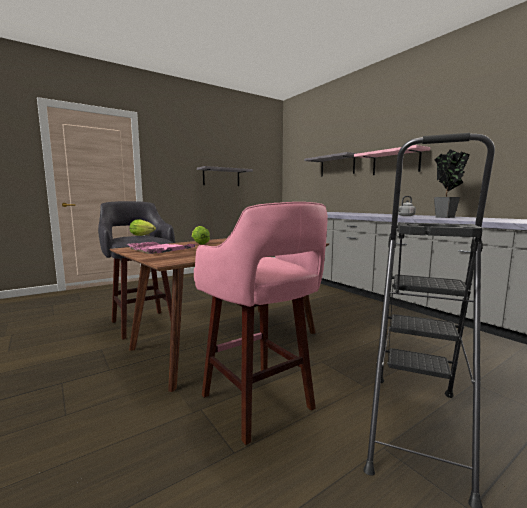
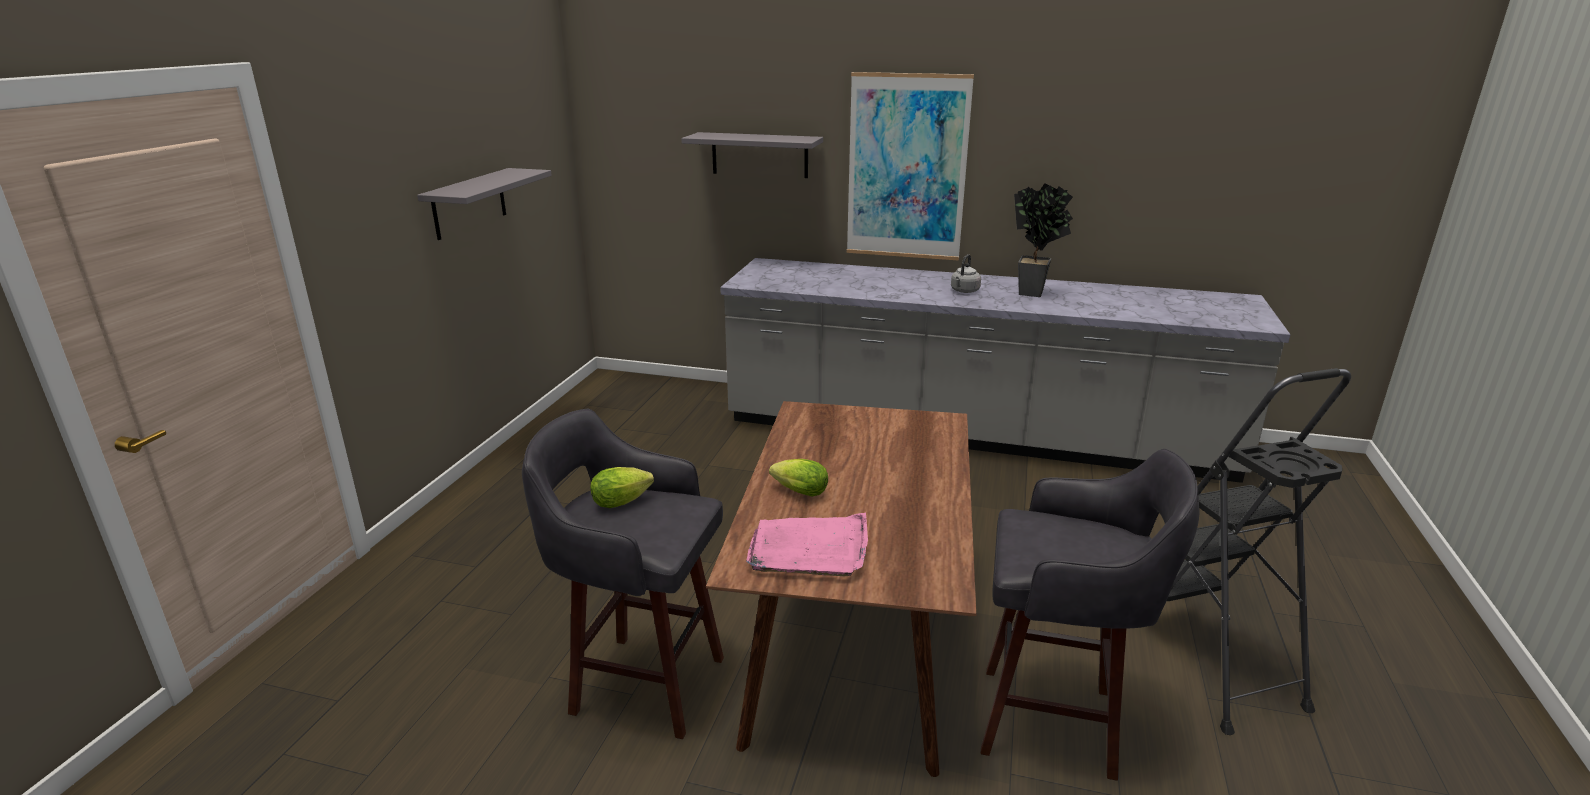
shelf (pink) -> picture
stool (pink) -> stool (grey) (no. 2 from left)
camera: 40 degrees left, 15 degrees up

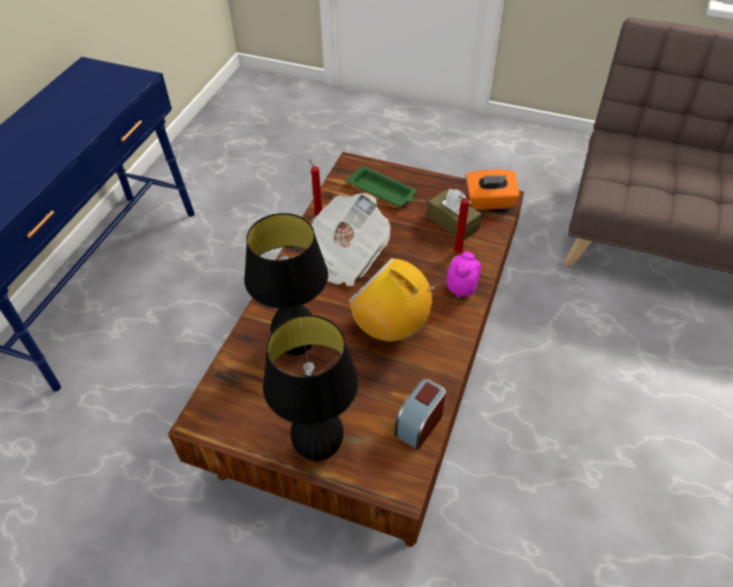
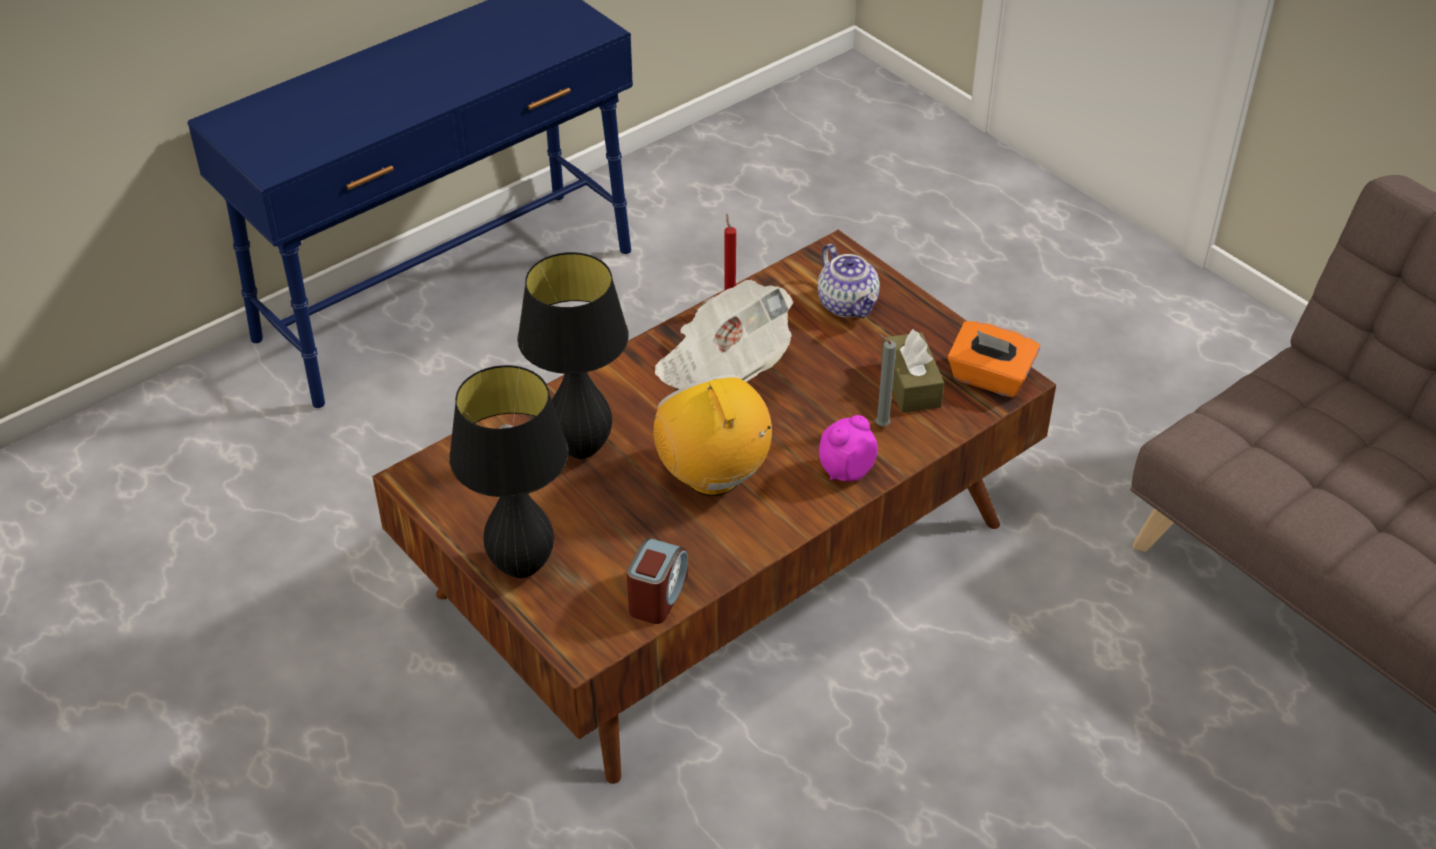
alarm clock (no. 1 from left), 135 degrees clockwise
tray (green) -> teapot
candle (red) (no. 2 from left) -> candle (grey)
camera: 30 degrees right, 5 degrees down

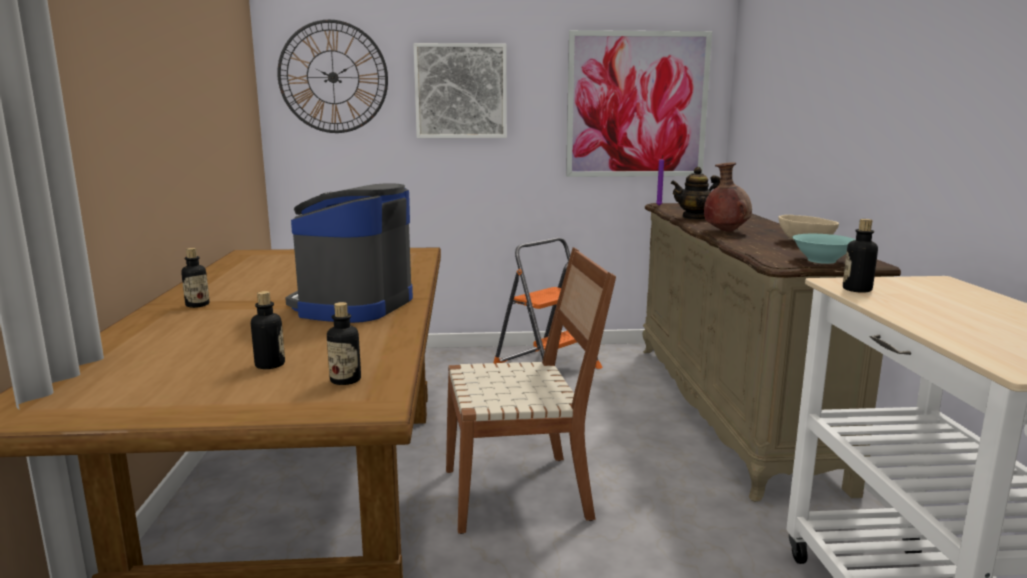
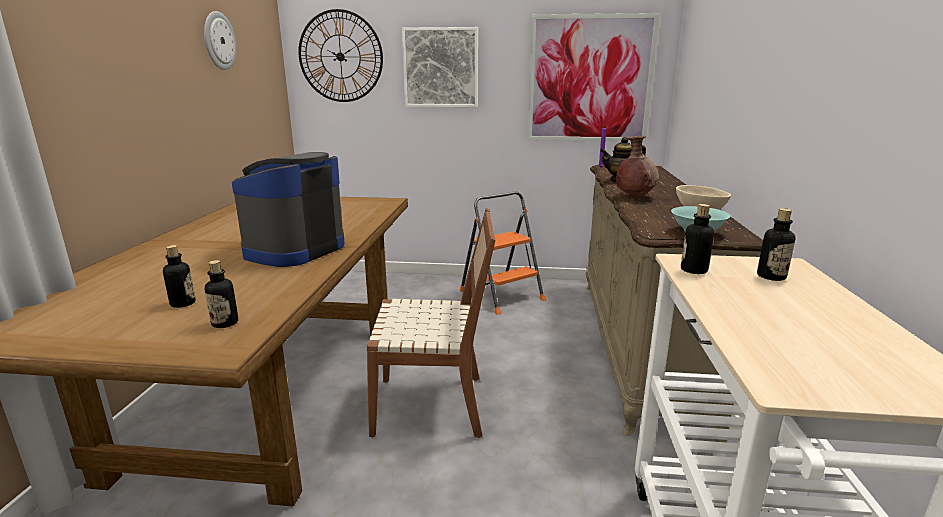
none -> wall clock (no. 1 from left)
bottle (no. 1 from left in the first image) -> bottle (no. 4 from left), shifted
camera: 10 degrees right, 5 degrees up

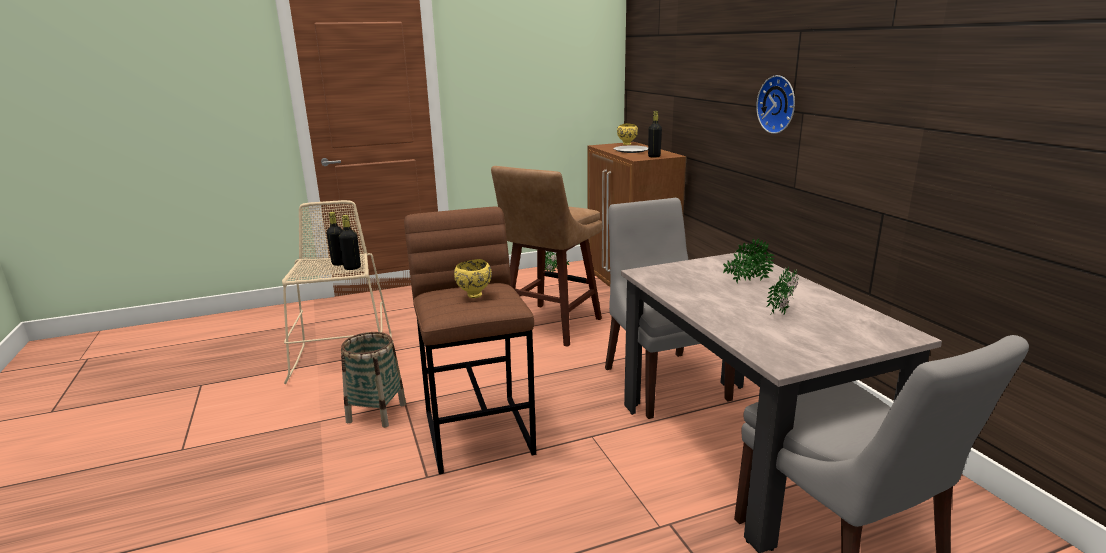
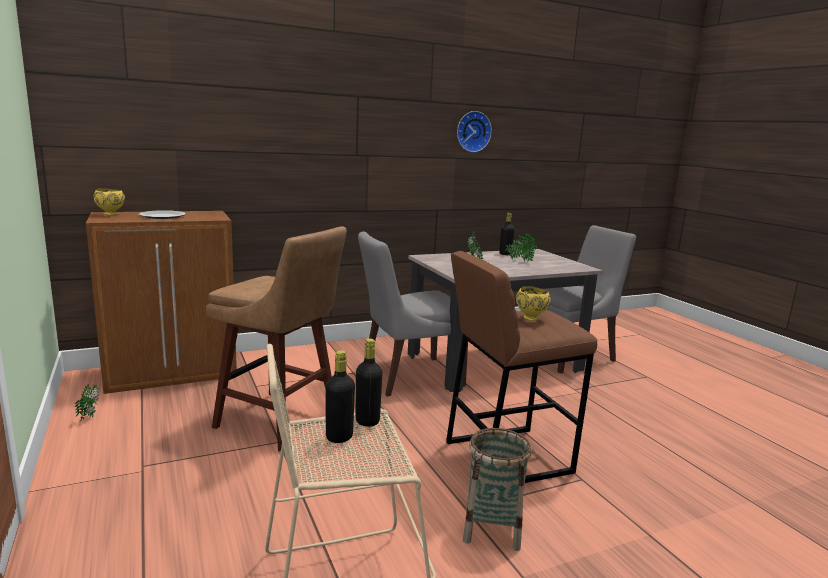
wall clock, shifted
bottle (black) (no. 3 from left), shifted
camera: 95 degrees left, 5 degrees down

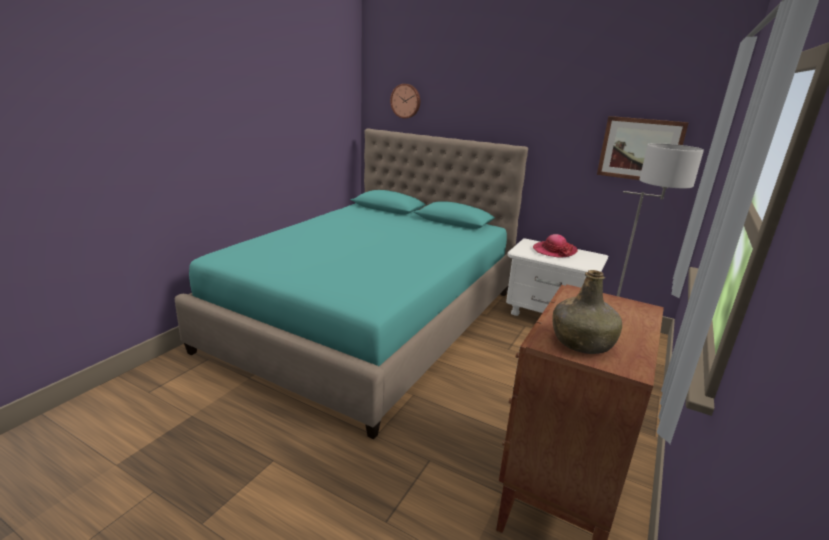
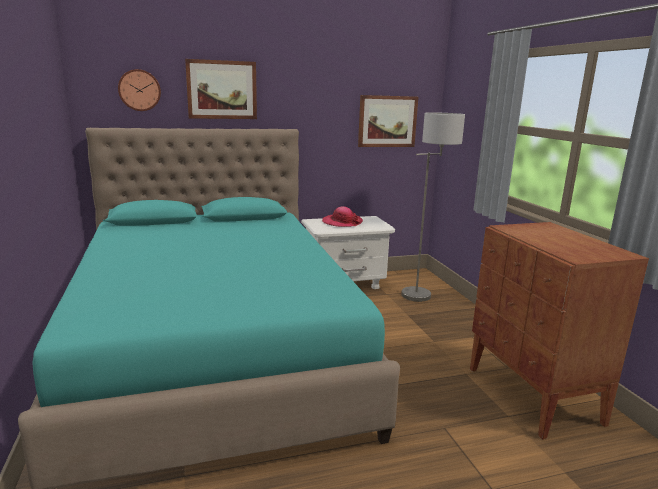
none -> picture (no. 1 from left)
bottle (green) -> none
camera: 45 degrees left, 5 degrees down

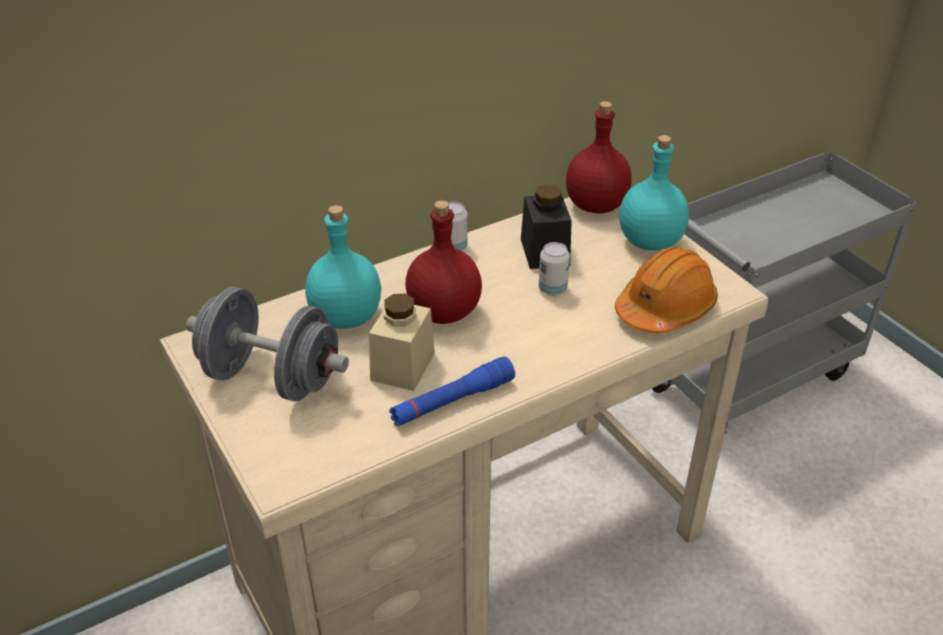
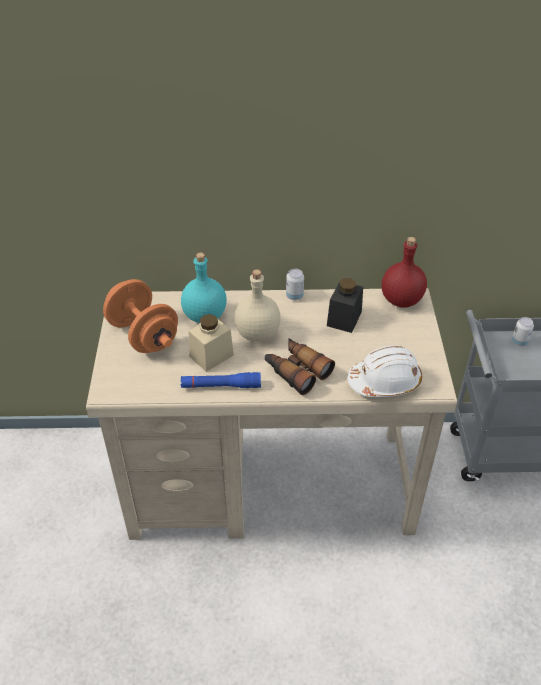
dumbbell (grey) -> dumbbell (orange)
bottle (red) (no. 1 from left) -> bottle (beige)
none -> binoculars
hard hat (orange) -> hard hat (white)
can (no. 2 from left), shifted
bottle (turquoise) (no. 2 from left) -> none
camera: 30 degrees right, 5 degrees up

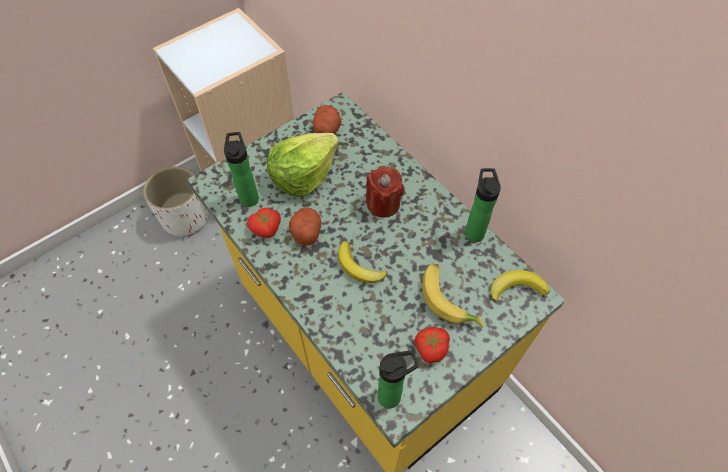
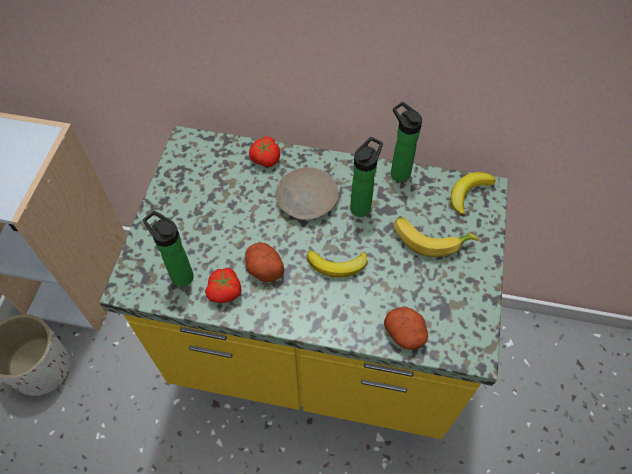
tomato (no. 2 from left), shifted
candle (red) -> plate (beige)
bottle (no. 2 from left), shifted
potato (no. 2 from left), shifted
lettuce -> none
camera: 40 degrees left, 0 degrees up

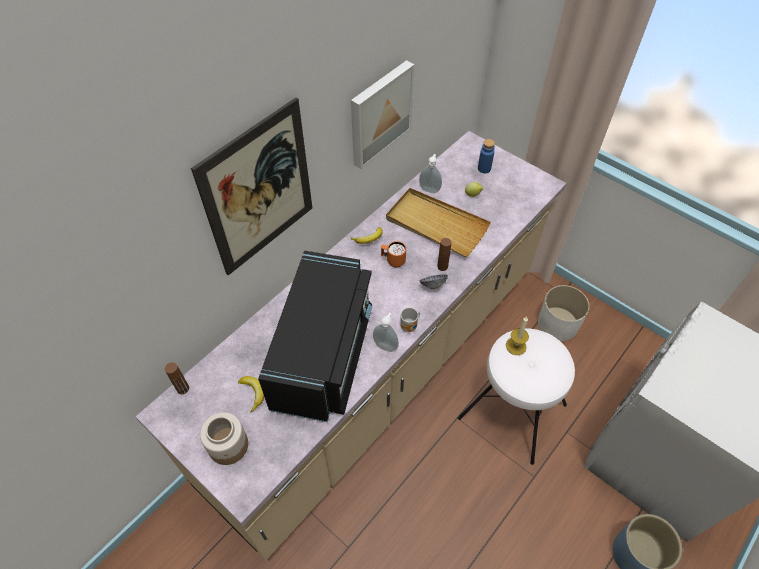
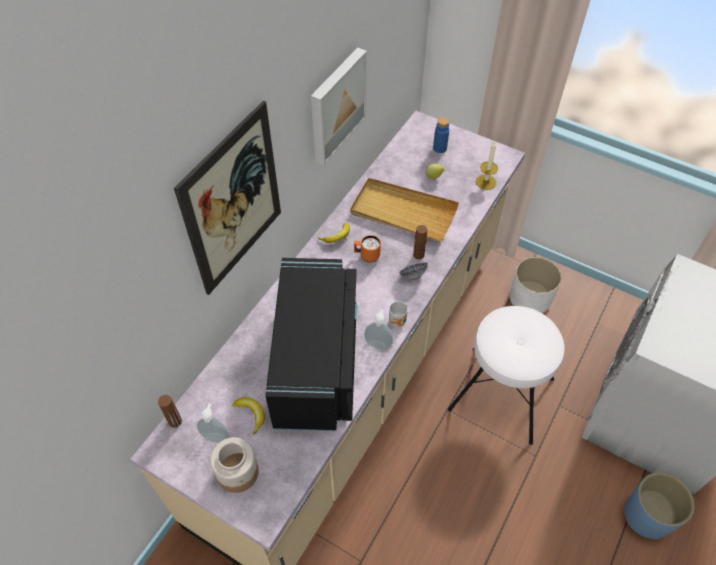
soap dispenser (no. 2 from left in the first image) -> soap dispenser (no. 1 from left), shifted
candle, shifted
camera: 10 degrees left, 0 degrees up

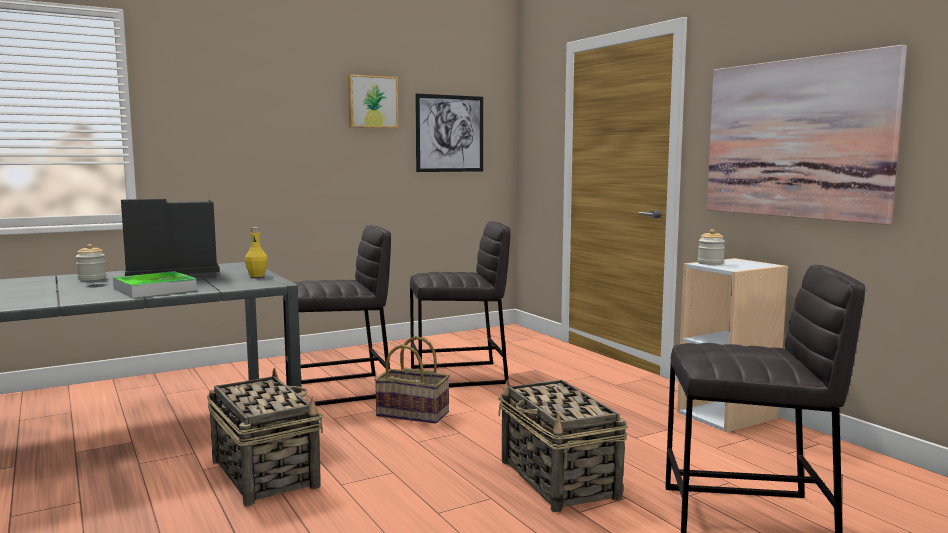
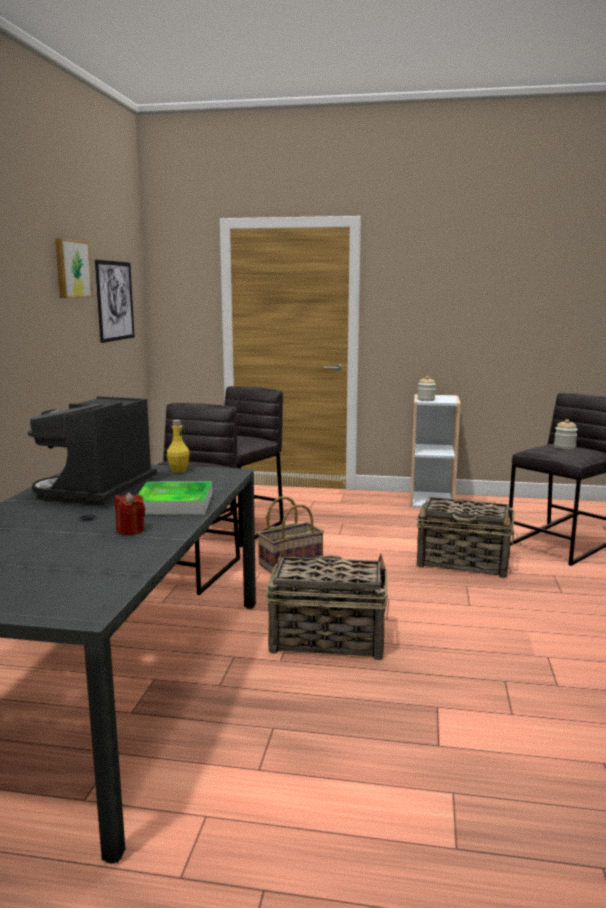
none -> candle (red)
jar (no. 1 from left in the first image) -> jar (no. 2 from left), shifted
picture (no. 3 from left) -> none
camera: 50 degrees left, 5 degrees up

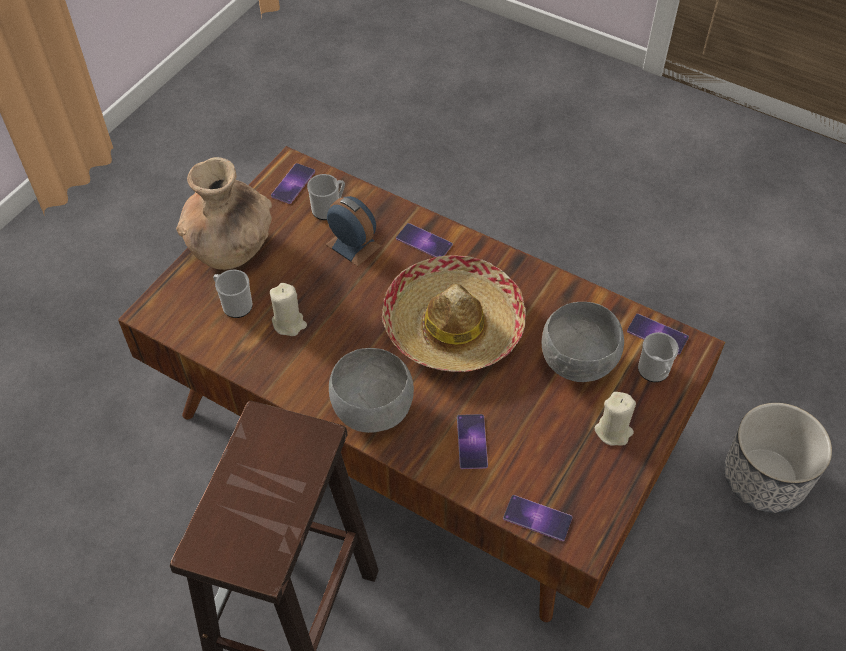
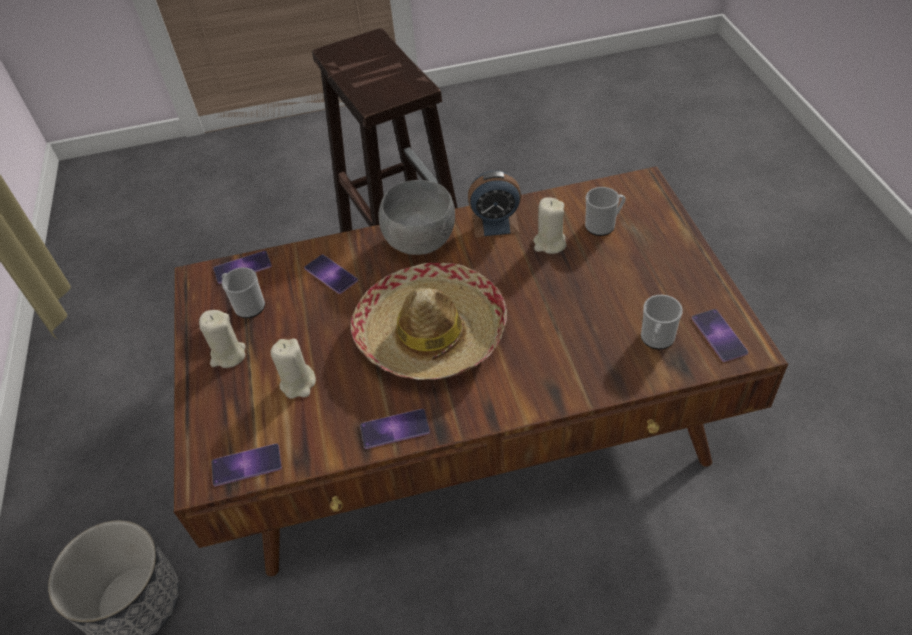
mug (no. 3 from left in the first image) -> mug (no. 1 from left), shifted
bowl (grey) (no. 2 from left) -> candle (beige) (no. 2 from left)
phone (no. 2 from left in the first image) -> phone (no. 4 from left), shifted
alarm clock, shifted
vase (brown) -> none
camera: 140 degrees right, 5 degrees down

